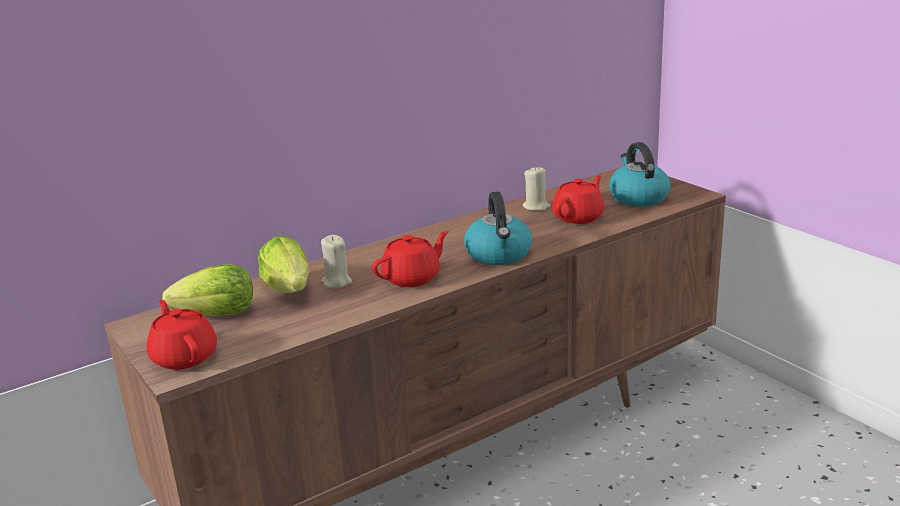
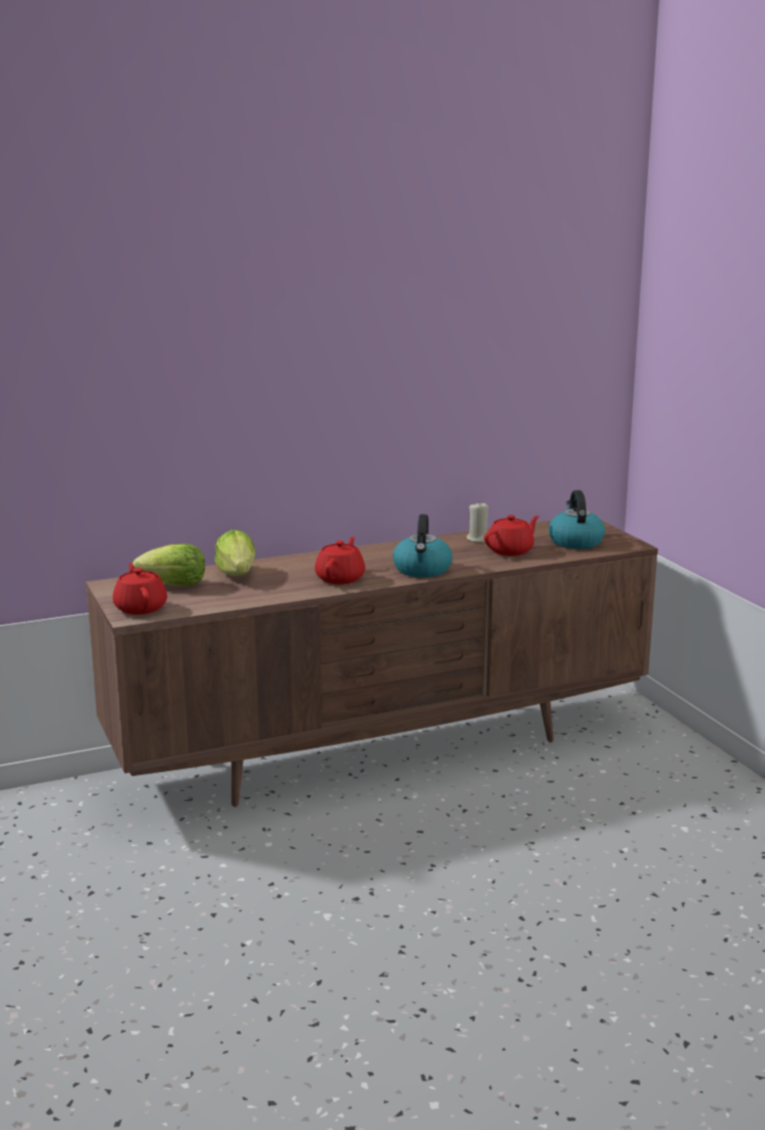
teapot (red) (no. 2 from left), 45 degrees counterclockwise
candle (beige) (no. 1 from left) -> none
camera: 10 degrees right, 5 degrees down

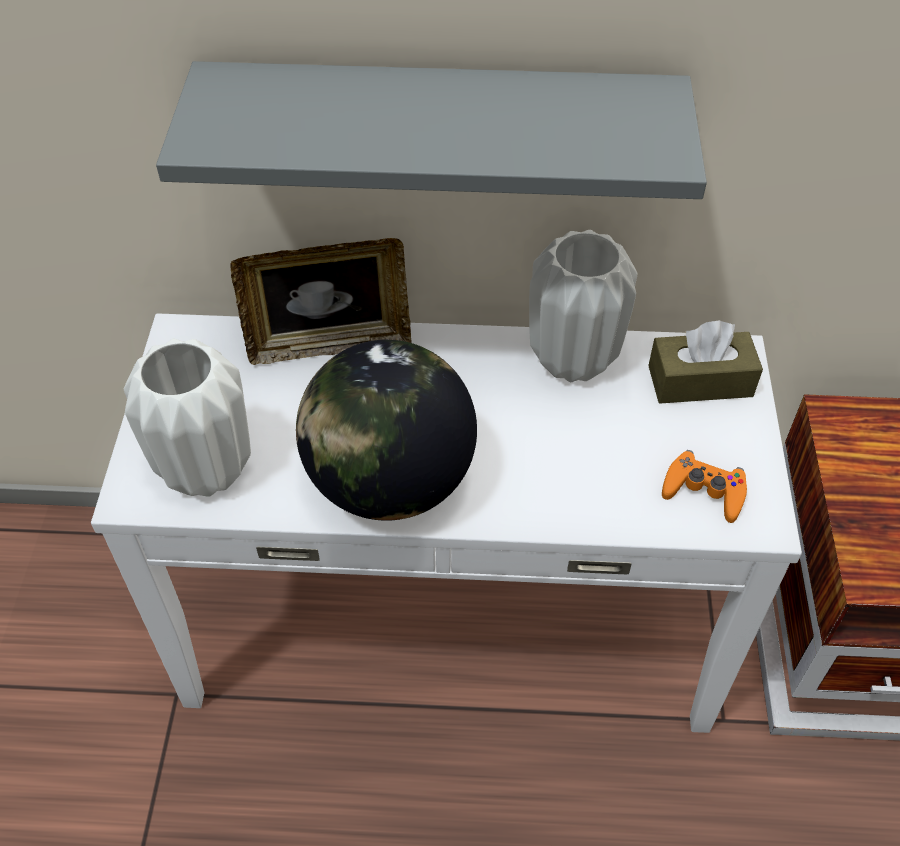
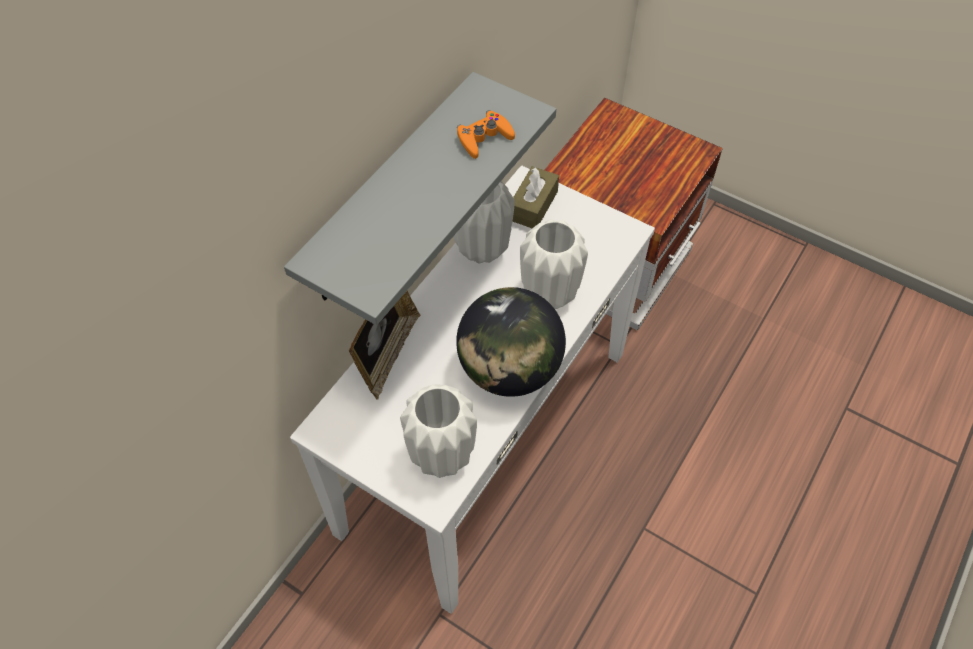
game controller (orange), shifted
none -> vase (white) (no. 3 from left)
camera: 60 degrees left, 5 degrees up

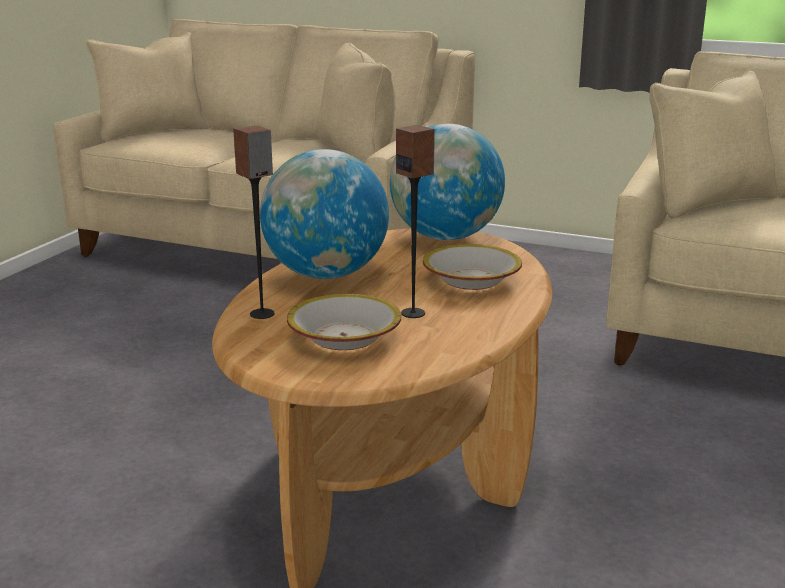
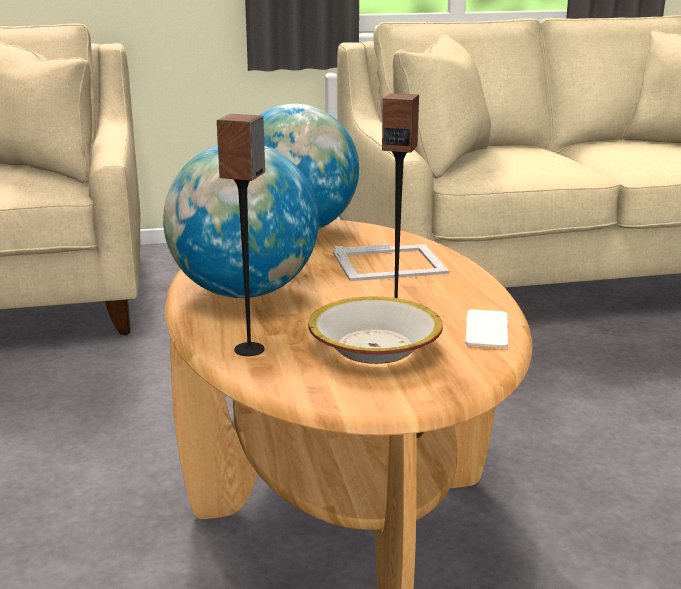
bowl (no. 2 from left) -> picture frame
none -> phone
camera: 35 degrees left, 0 degrees up

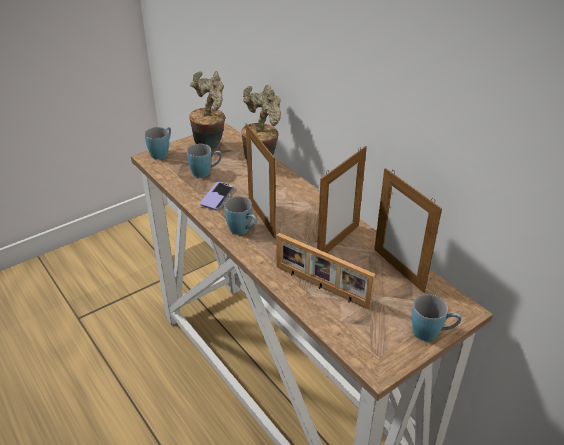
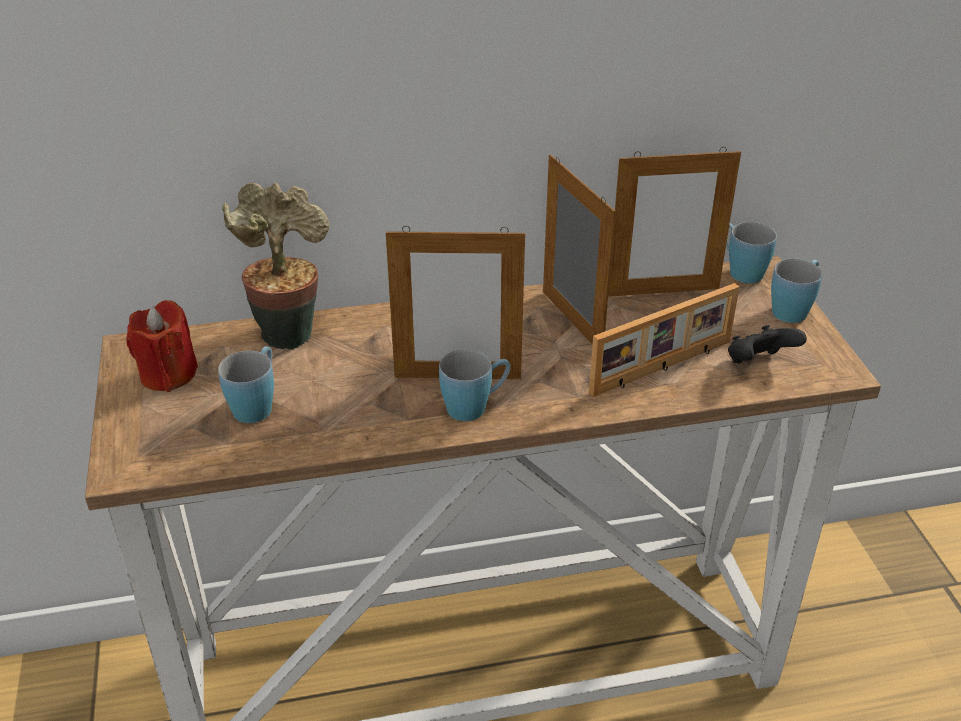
potted plant (no. 1 from left) -> candle (red)
mug (blue) (no. 1 from left in the first image) -> mug (blue) (no. 3 from left), shifted
none -> game controller (black)
phone -> none
camera: 65 degrees left, 0 degrees up

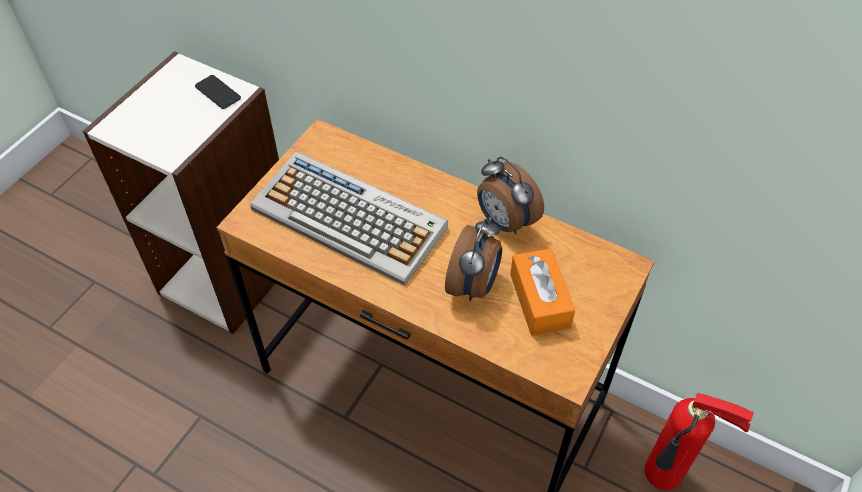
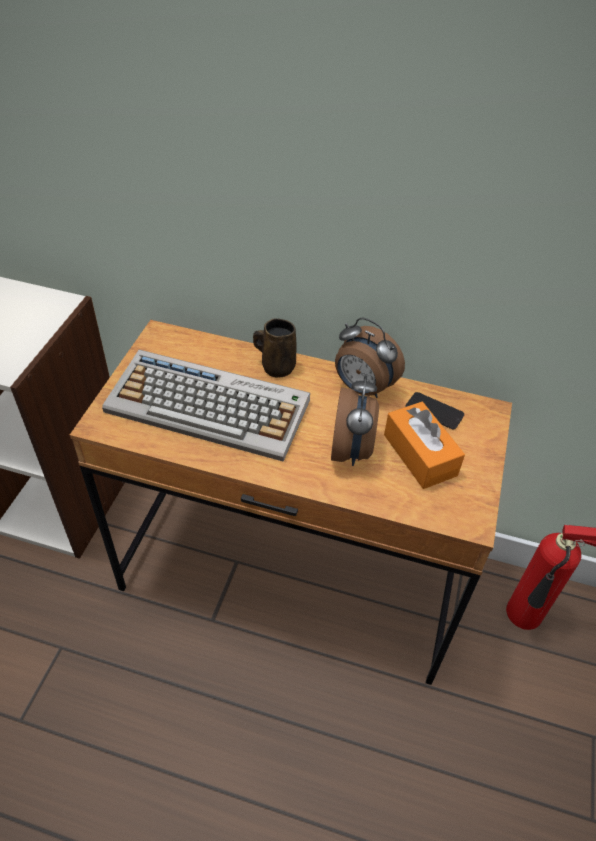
none -> mug (brown)
phone, shifted
camera: 15 degrees left, 5 degrees down

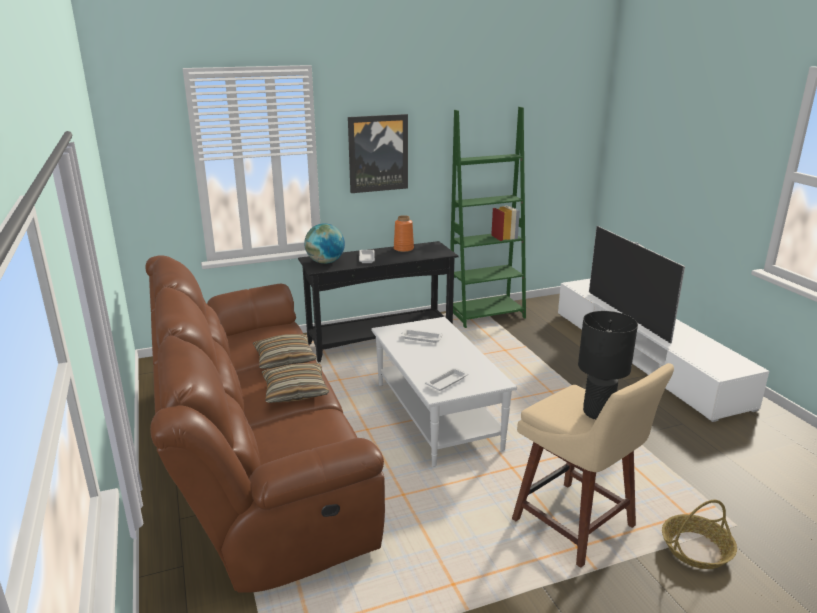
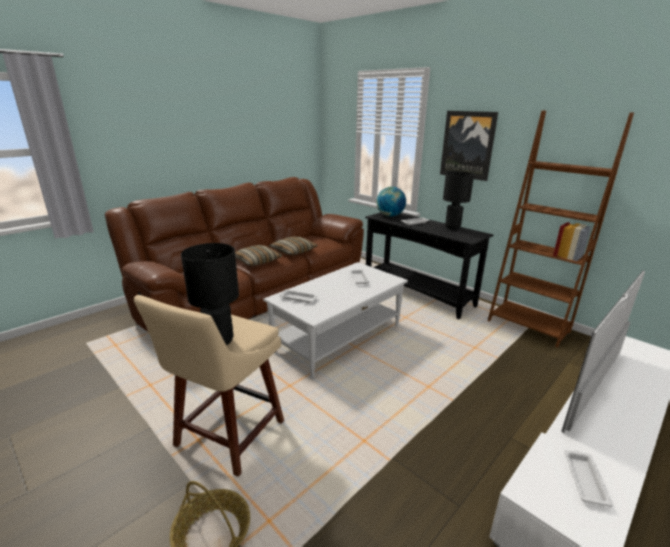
vase (orange) -> table lamp (black) (no. 2 from left)
bookcase (green) -> bookcase (brown)
none -> tray (white) (no. 4 from left)
camera: 65 degrees right, 0 degrees up

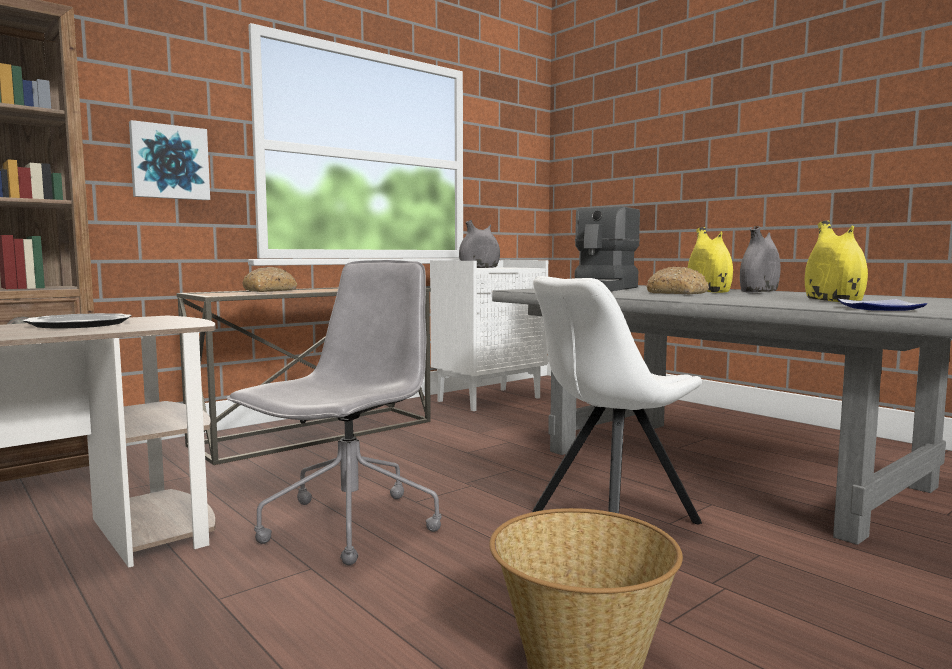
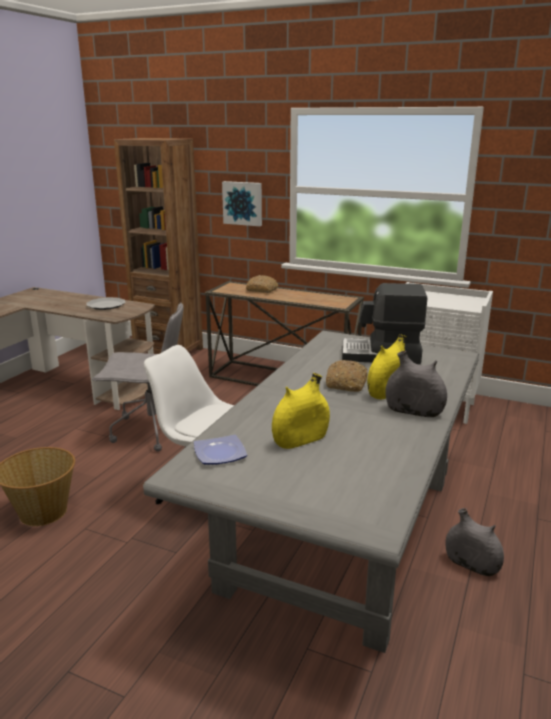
vase (grey) (no. 1 from left in the first image) -> vase (grey) (no. 2 from left), shifted
camera: 65 degrees right, 15 degrees up

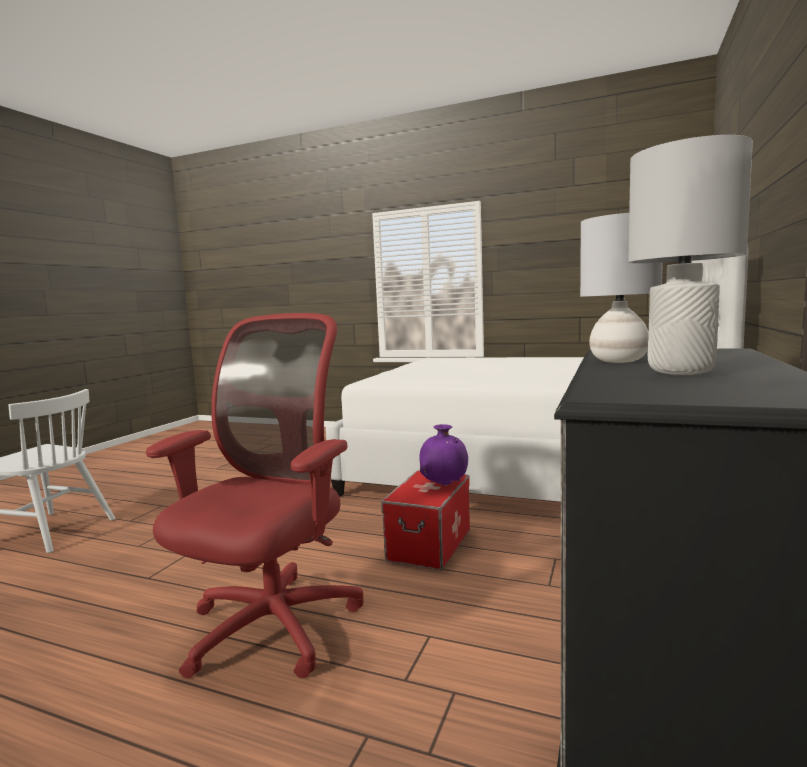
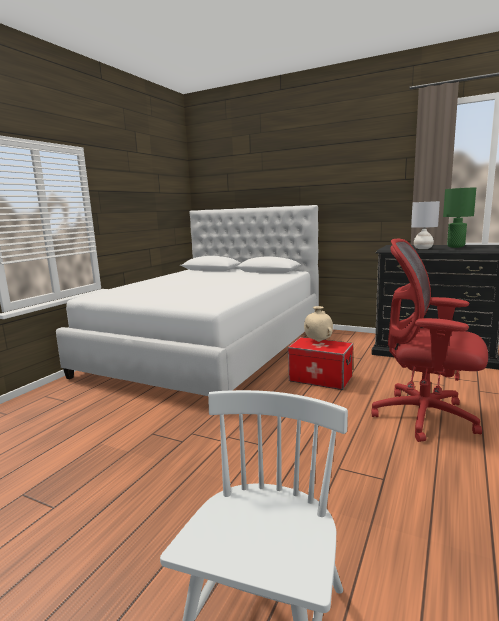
vase (purple) -> vase (beige)
table lamp (grey) (no. 2 from left) -> table lamp (green)
camera: 85 degrees left, 5 degrees up

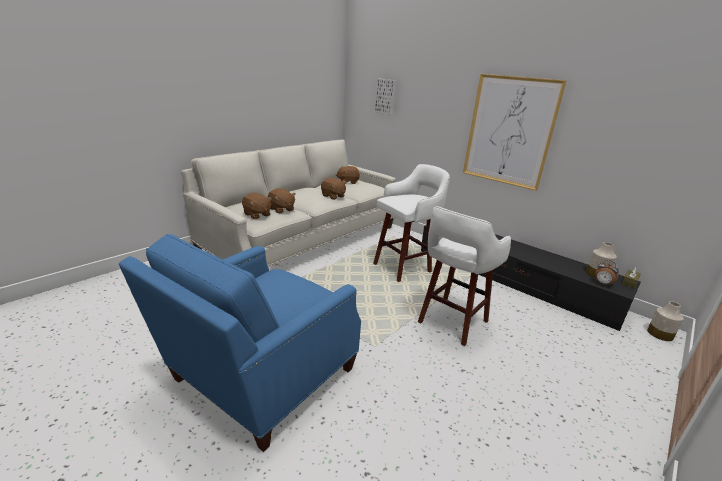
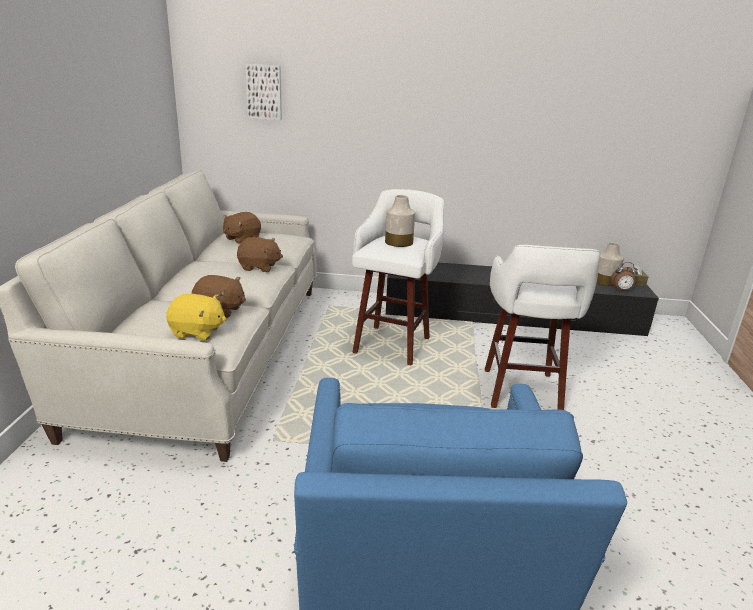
plush toy (brown) (no. 1 from left) -> plush toy (yellow)
vase (beige) (no. 2 from left in the first image) -> vase (beige) (no. 1 from left), shifted
picture (no. 2 from left) -> none
camera: 35 degrees left, 0 degrees up

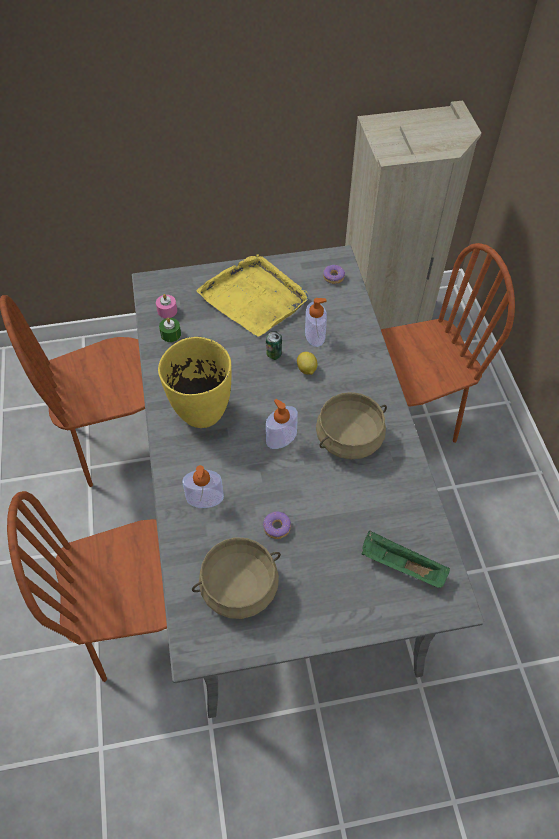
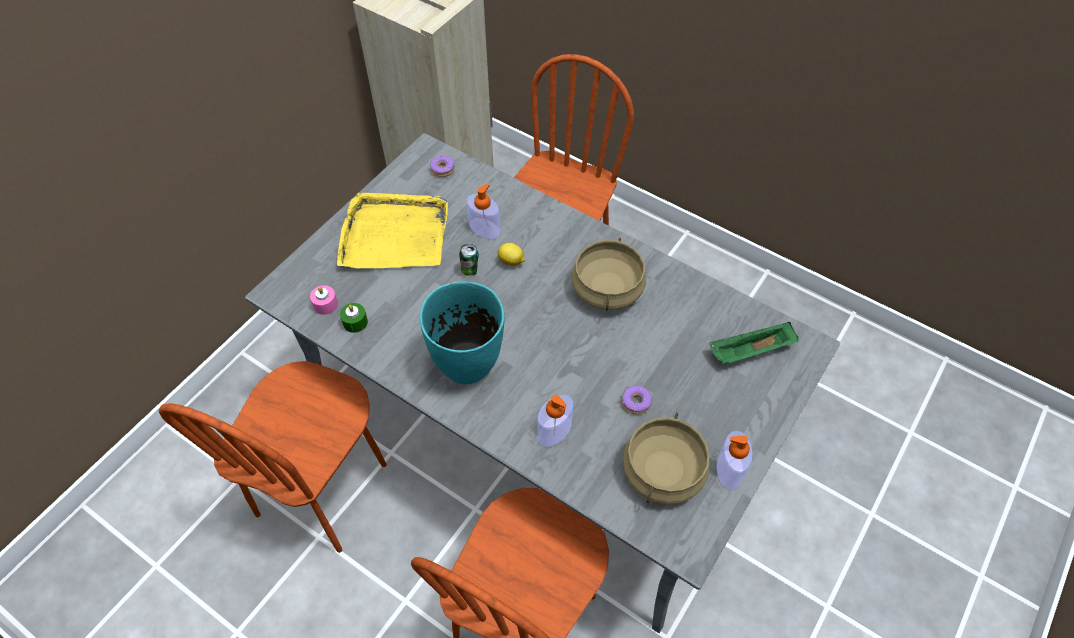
vase (yellow) -> vase (turquoise)
soap dispenser (no. 2 from left in the first image) -> soap dispenser (no. 3 from left), shifted
camera: 45 degrees left, 0 degrees up

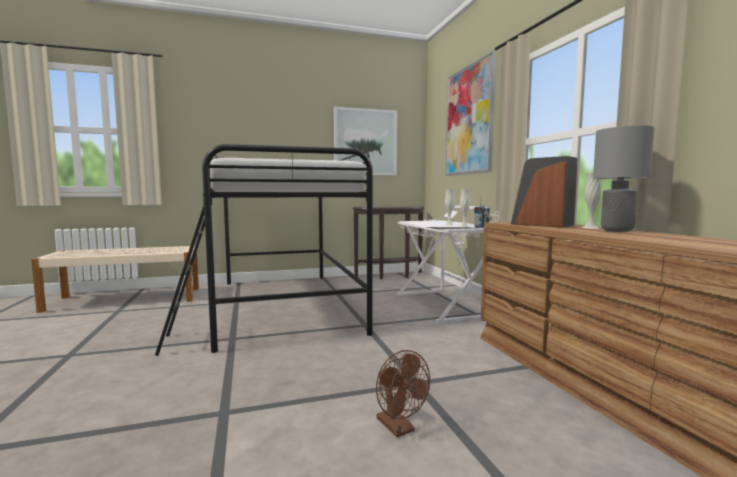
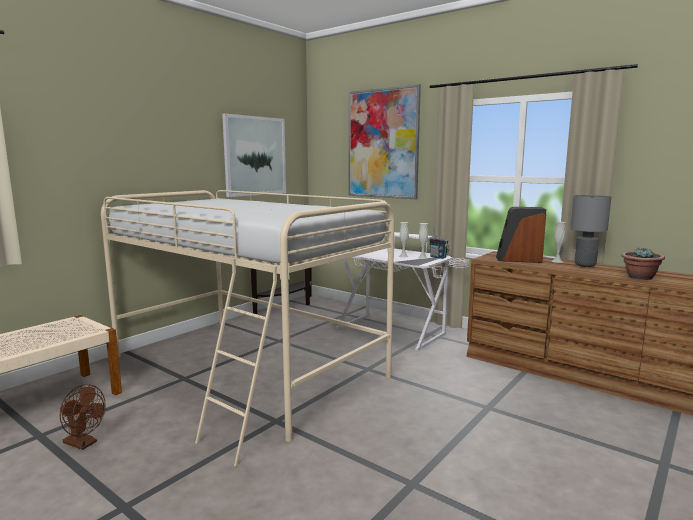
fan (brown), shifted
bed (black) -> bed (beige)
none -> potted plant
camera: 35 degrees left, 5 degrees up

